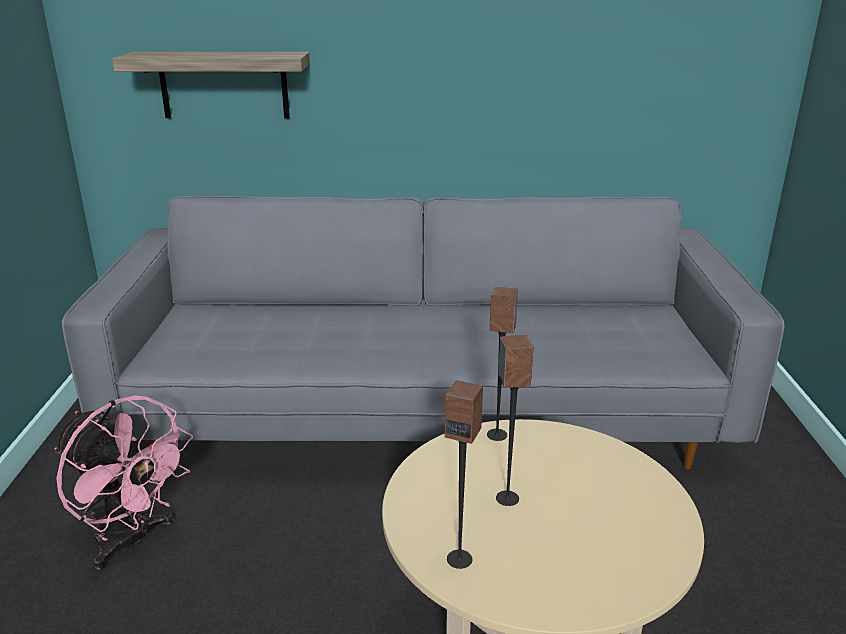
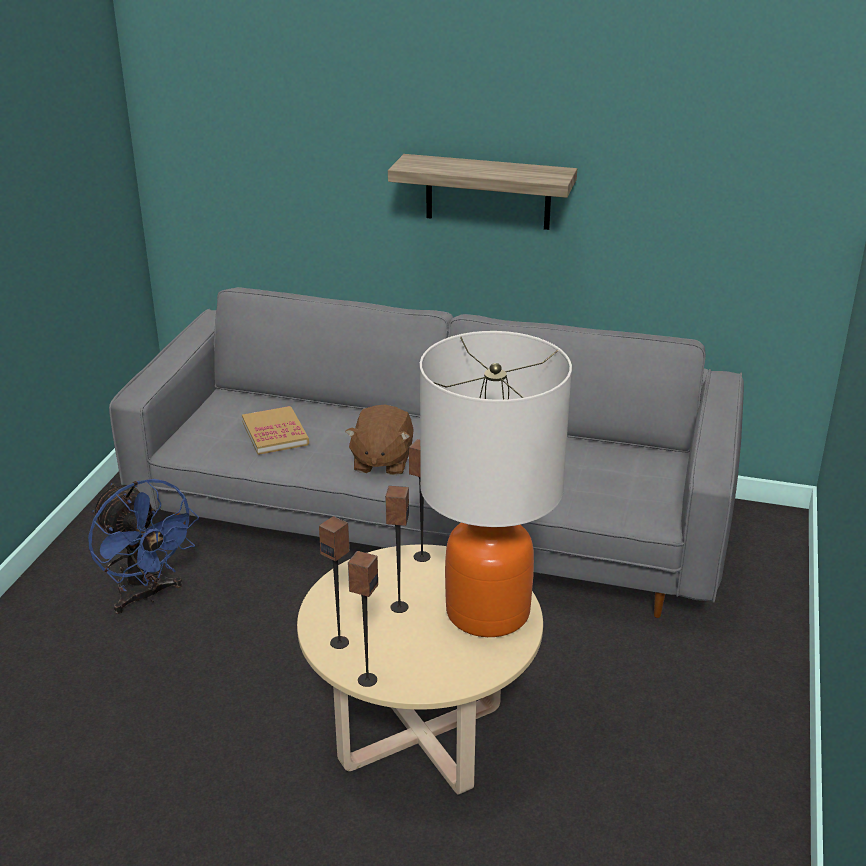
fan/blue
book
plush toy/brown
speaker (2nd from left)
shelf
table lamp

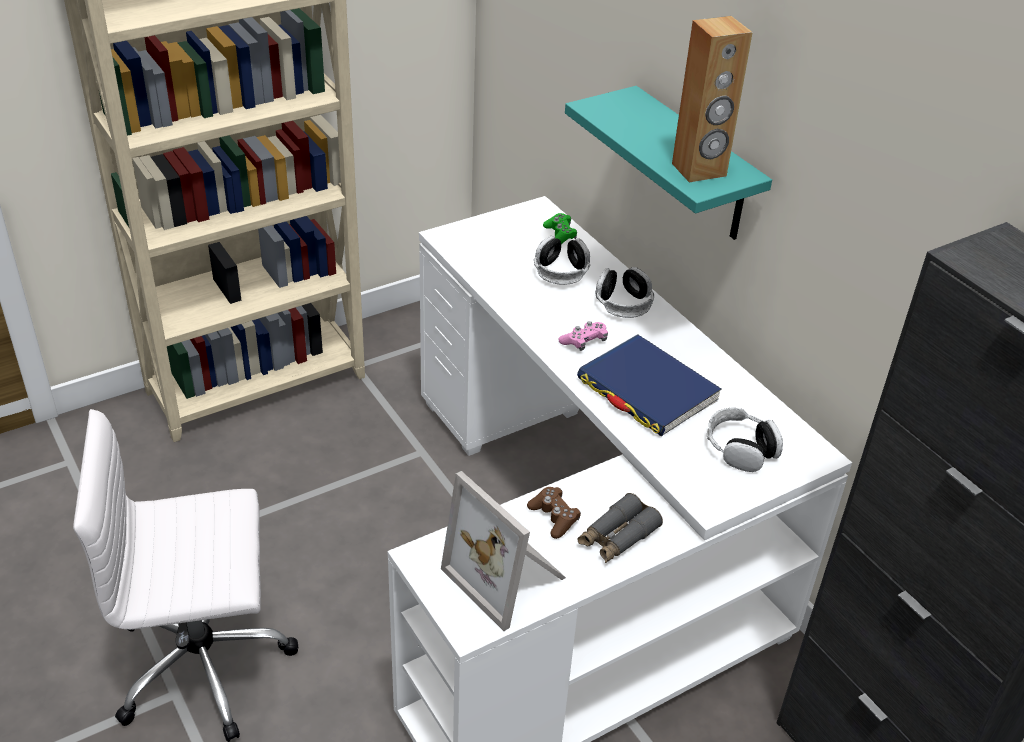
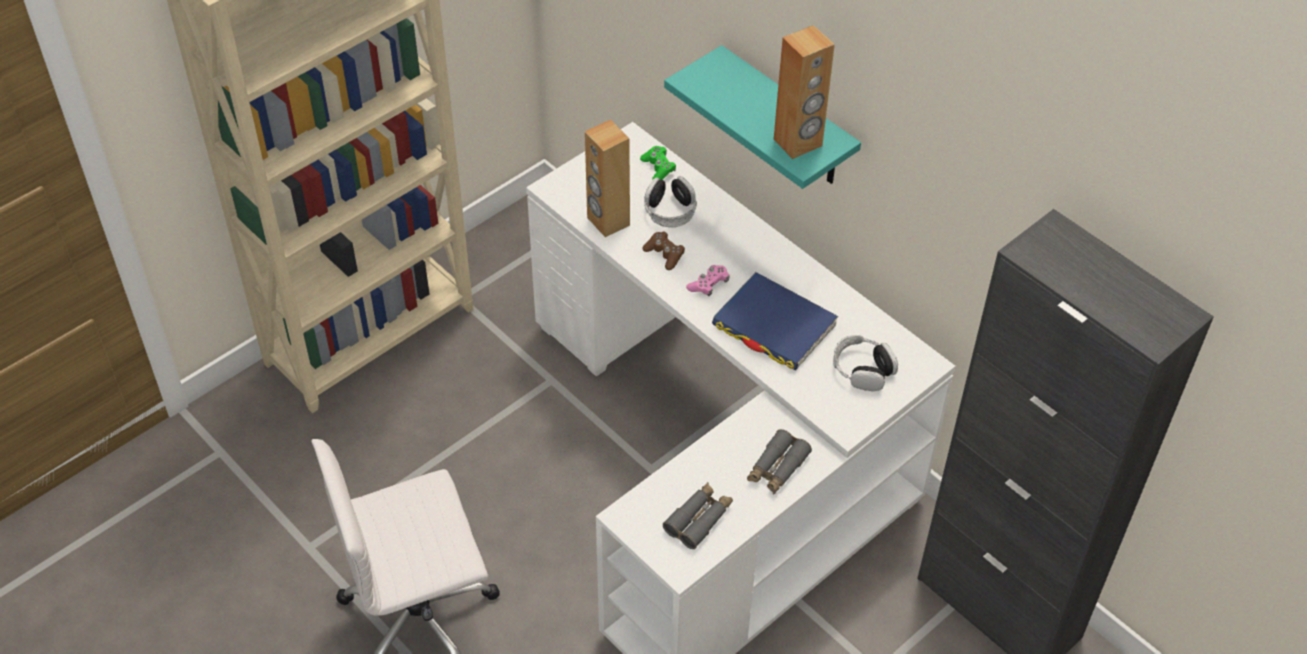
speaker/brown (1st from left)
game controller/brown
binoculars/grey (1st from left)
headphones (2nd from left in the first image)

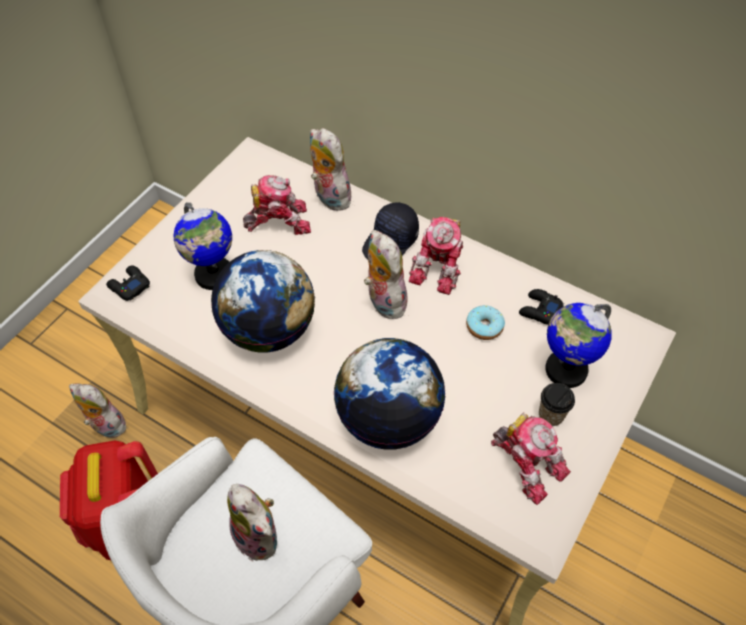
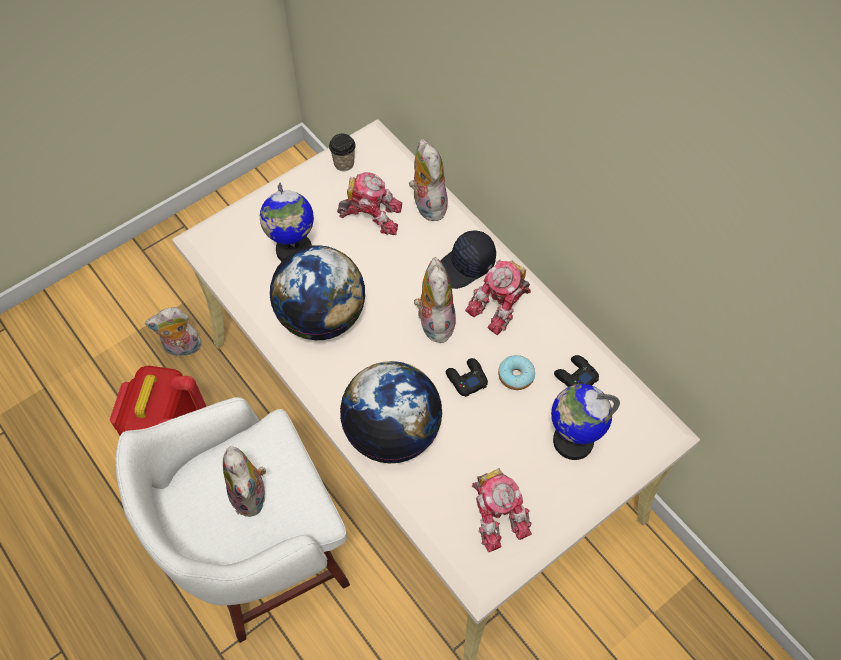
plush toy (1st from left)
cup
game controller/black (1st from left)

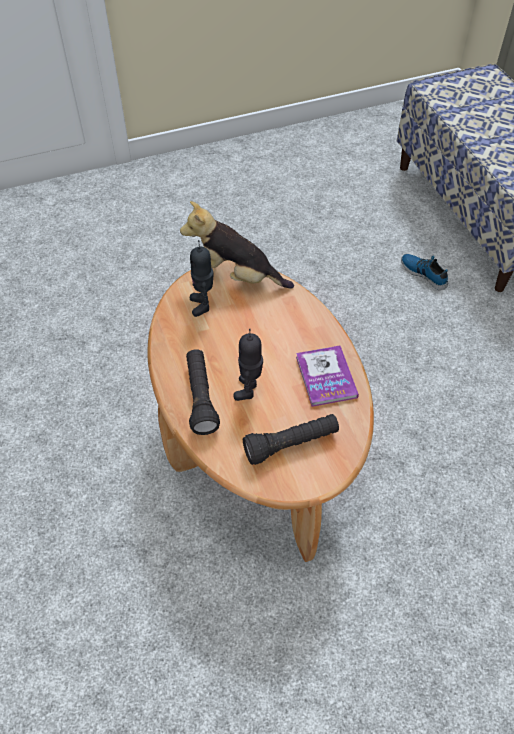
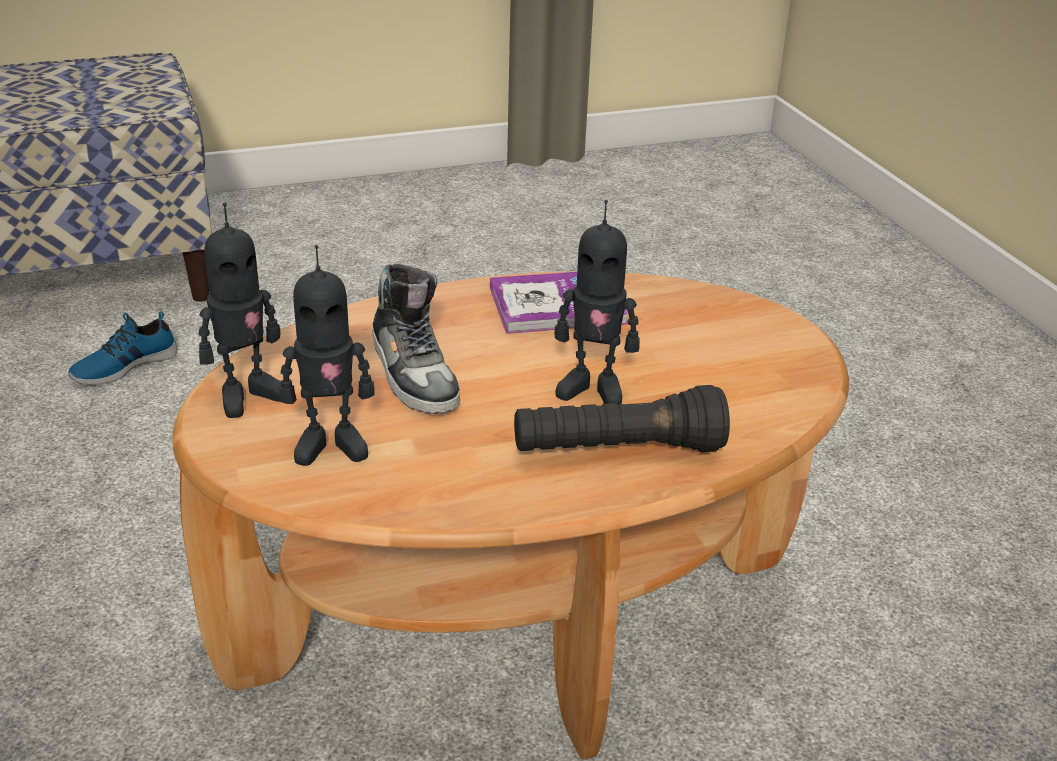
toy robot (1st from left)
shoe (2nd from left)
flashlight/black (2nd from left in the first image)

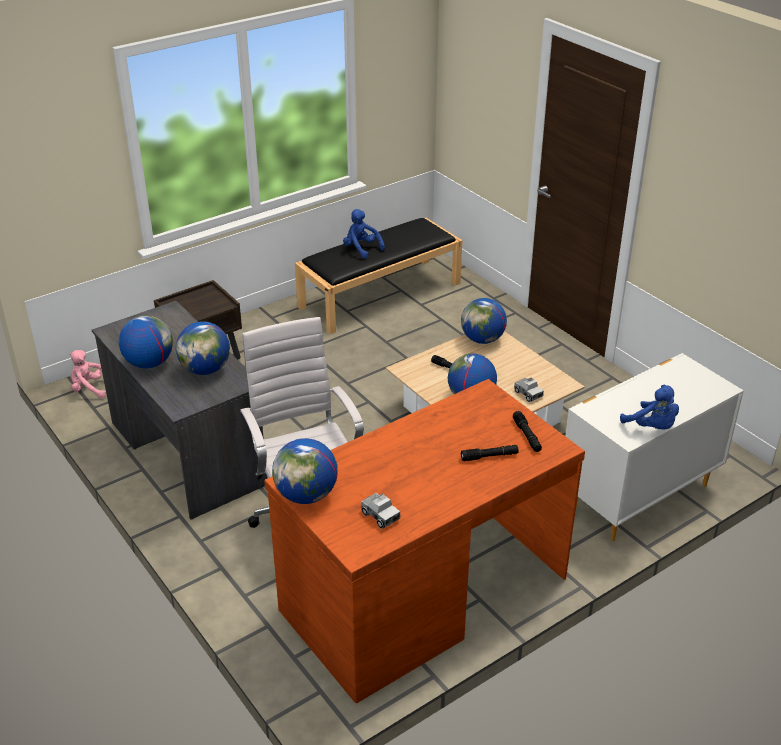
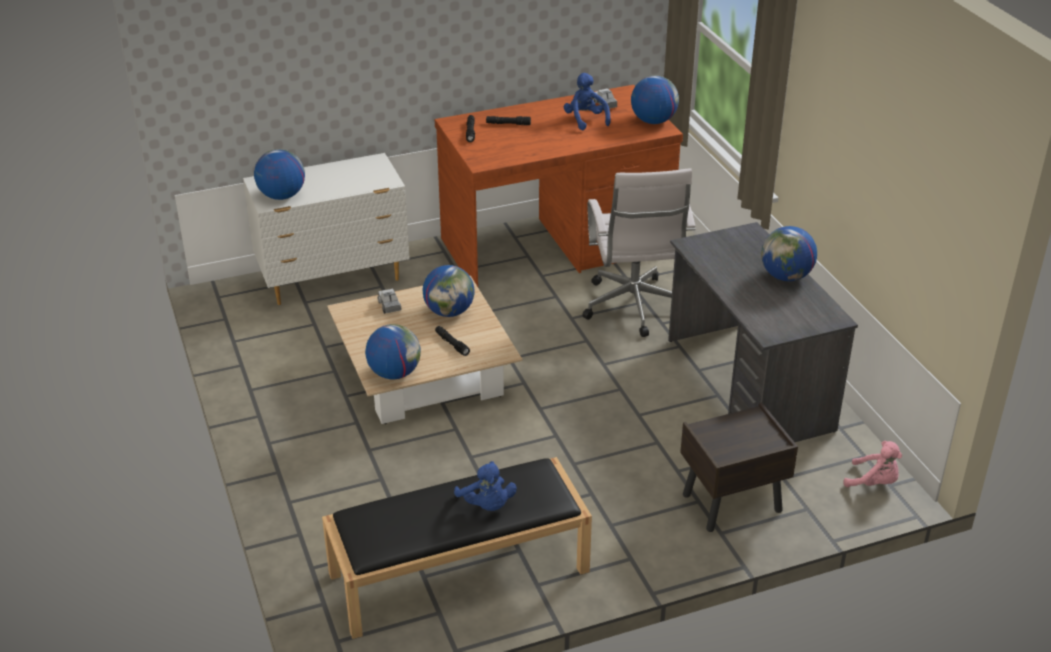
globe (1st from left)
plush toy/blue (2nd from left)

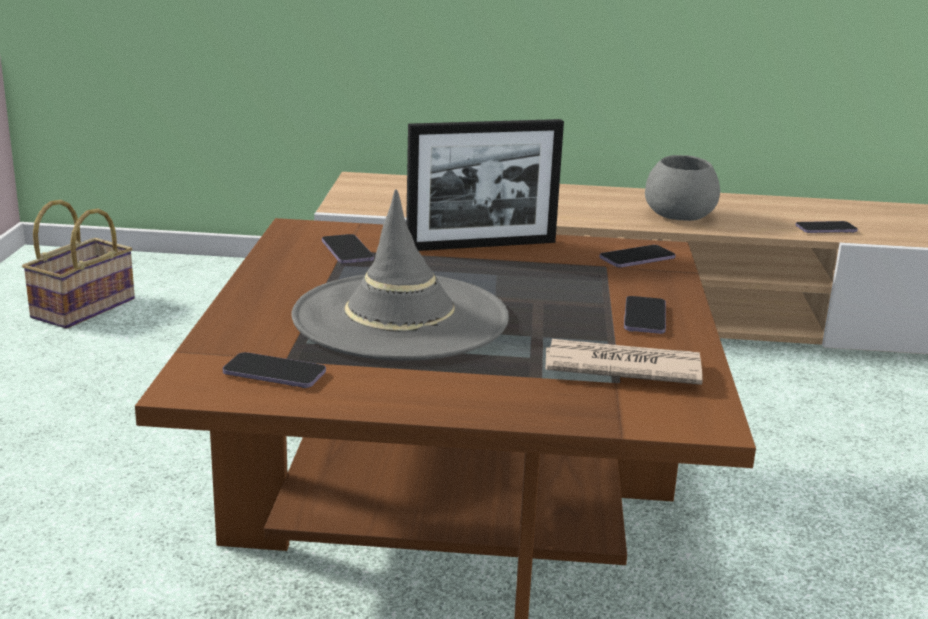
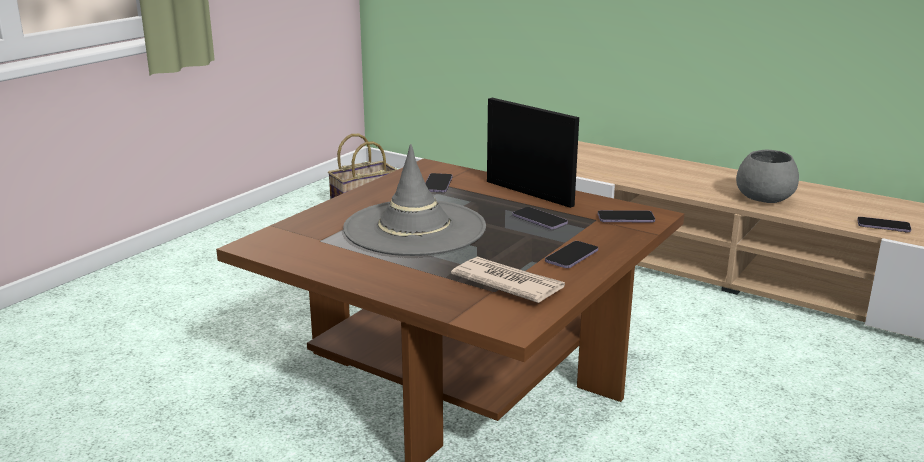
picture frame
phone (2nd from left)

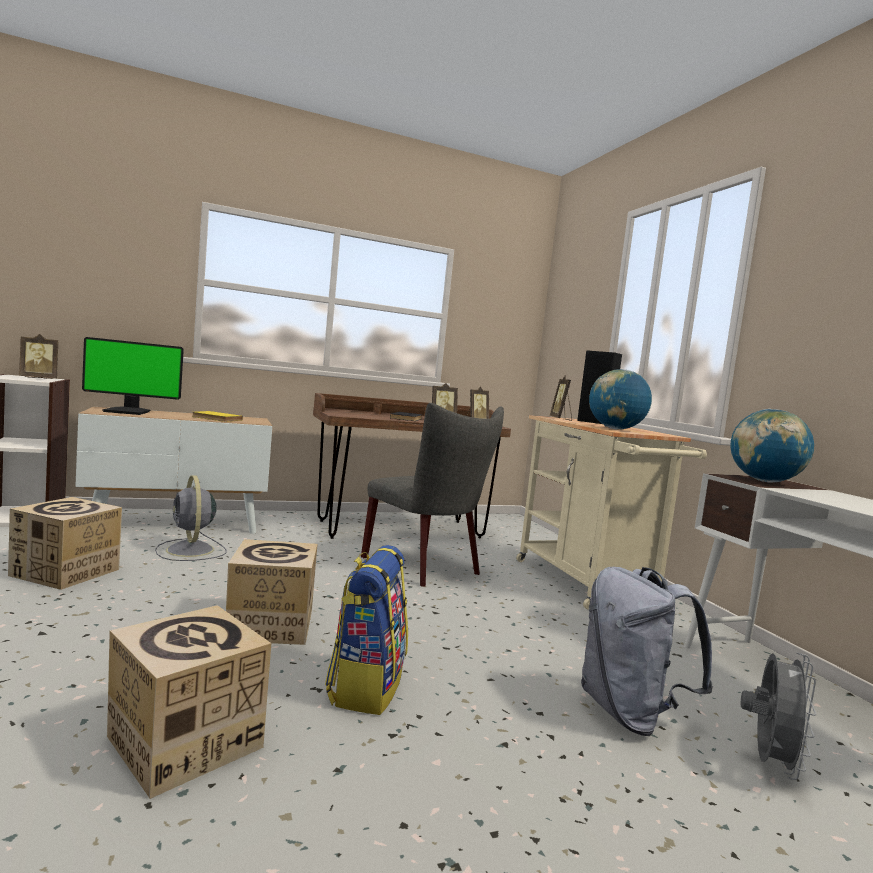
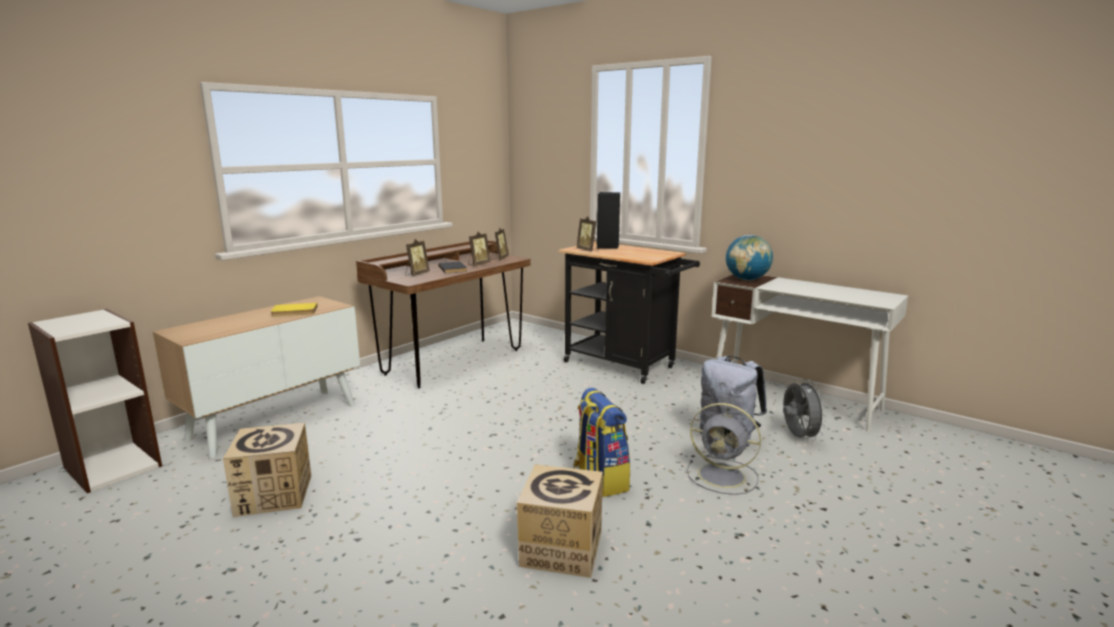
picture frame (1st from left)
cart/black
fan/grey (1st from left)
monitor
cardboard box (3rd from left in the first image)
chair/grey
globe (1st from left in the first image)

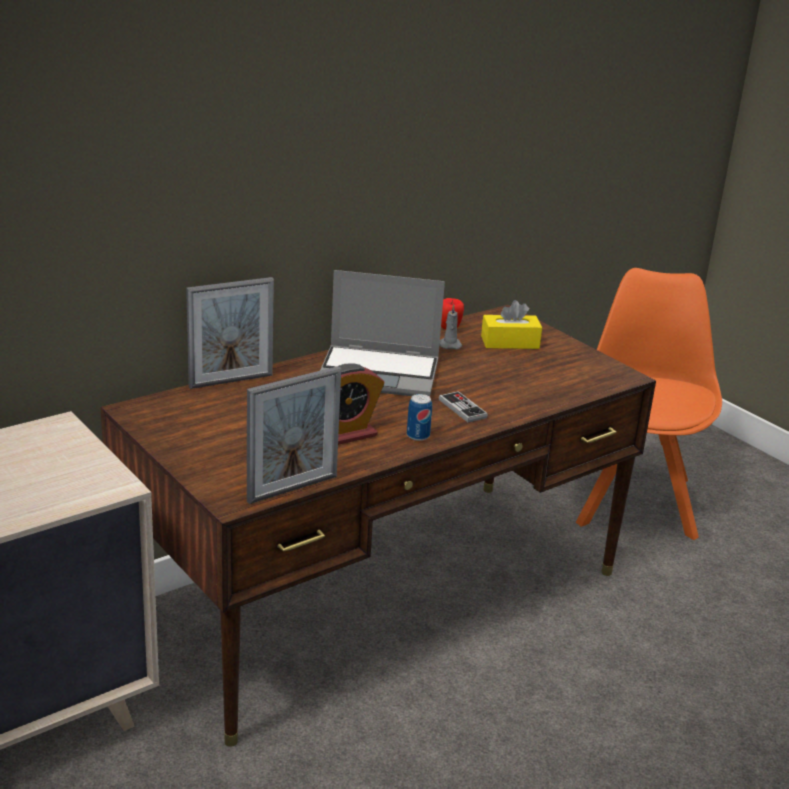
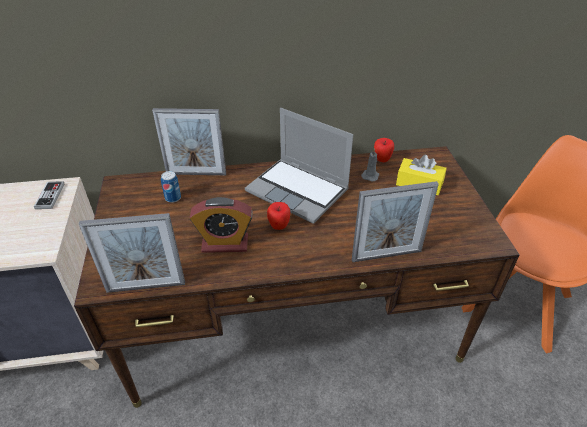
game controller
can
apple (1st from left)
picture frame (3rd from left)

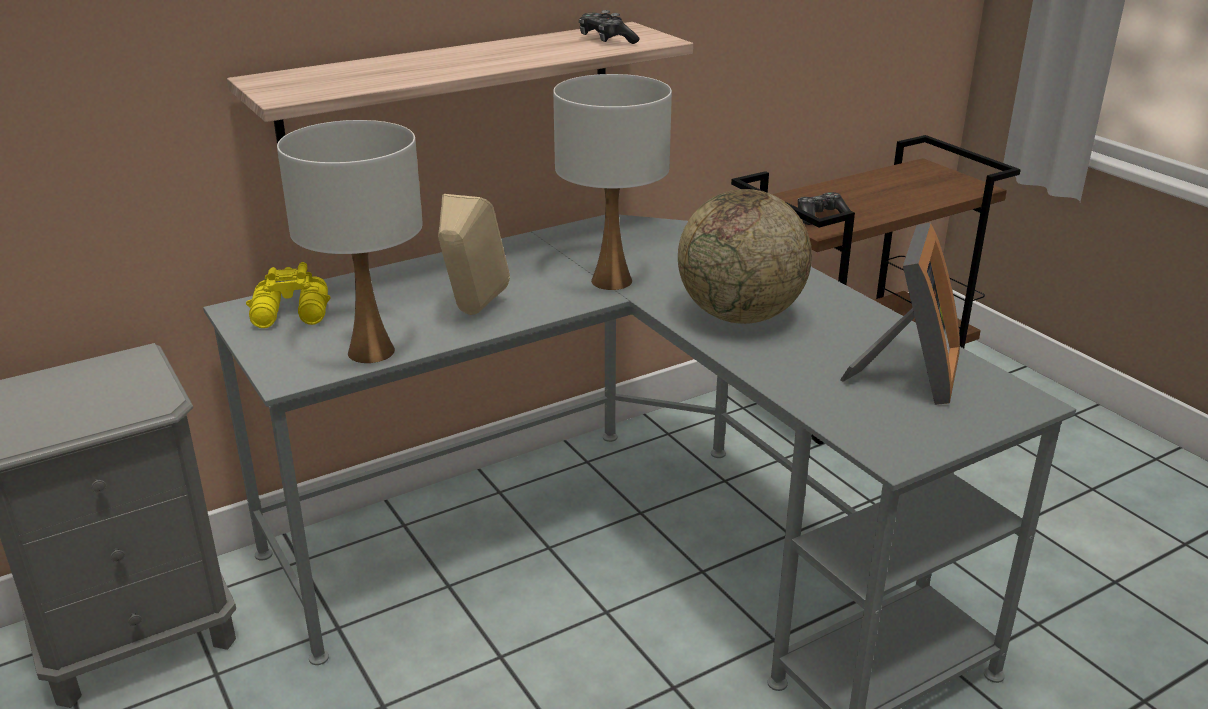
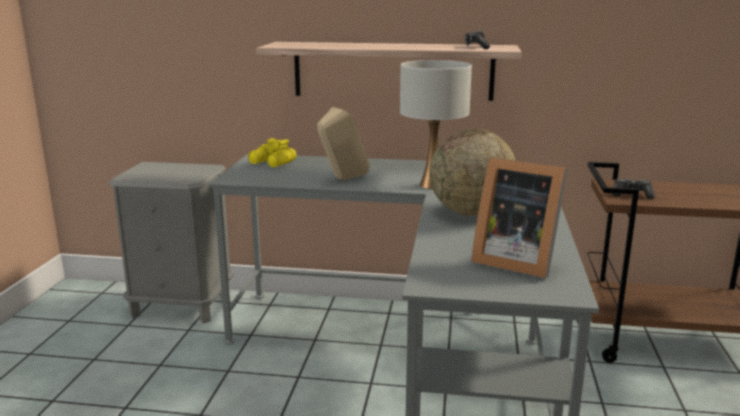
picture frame
table lamp/white (1st from left in the first image)

